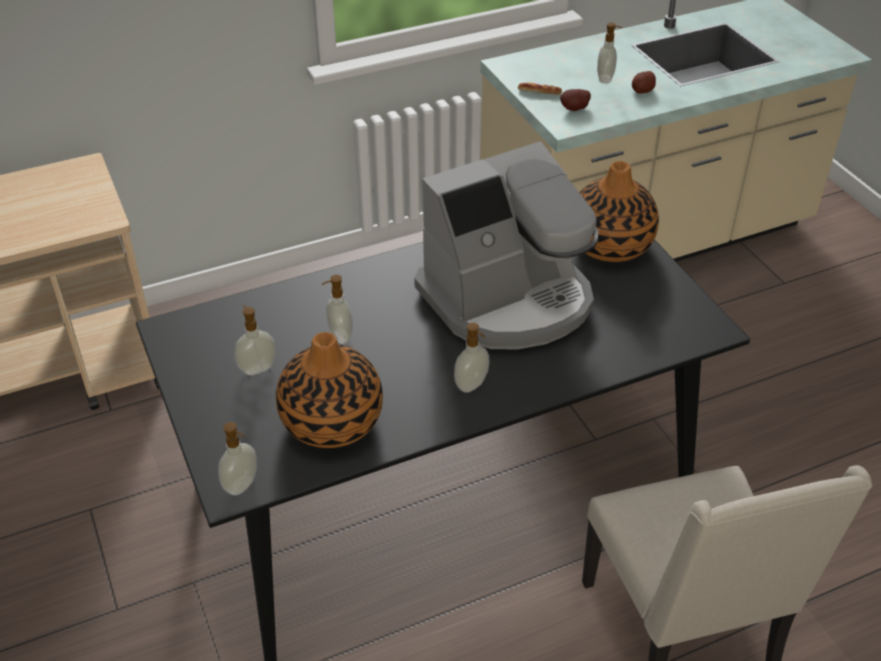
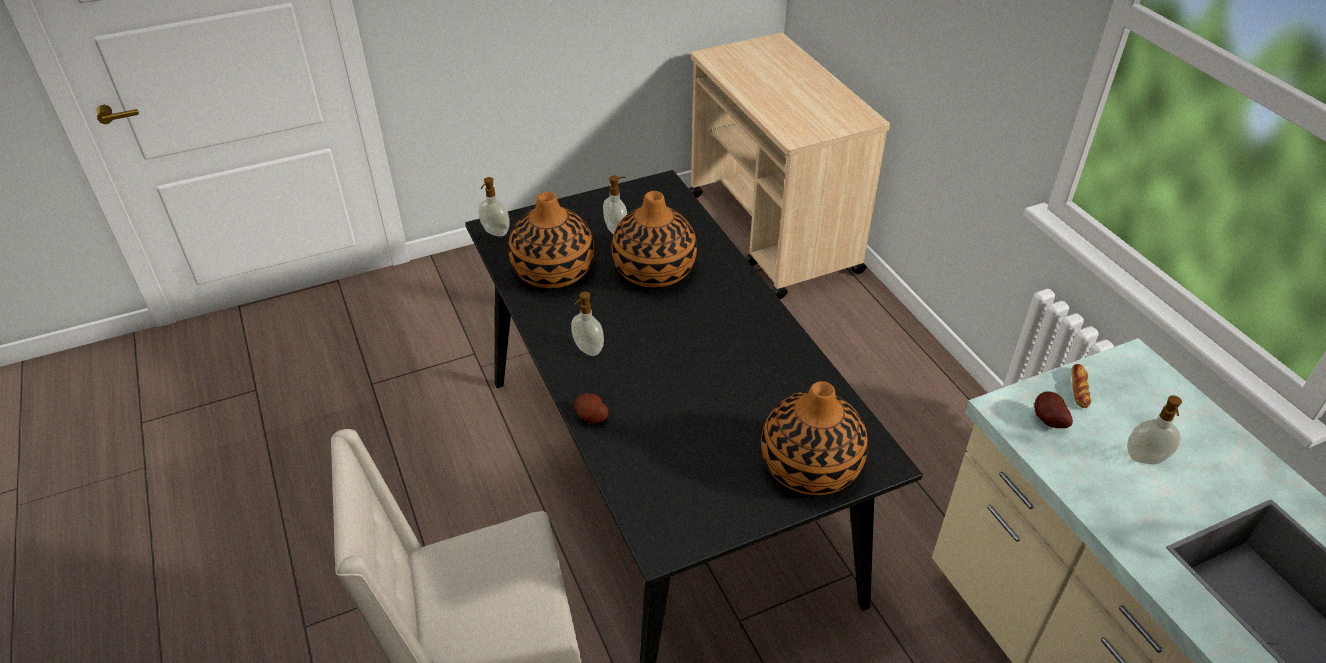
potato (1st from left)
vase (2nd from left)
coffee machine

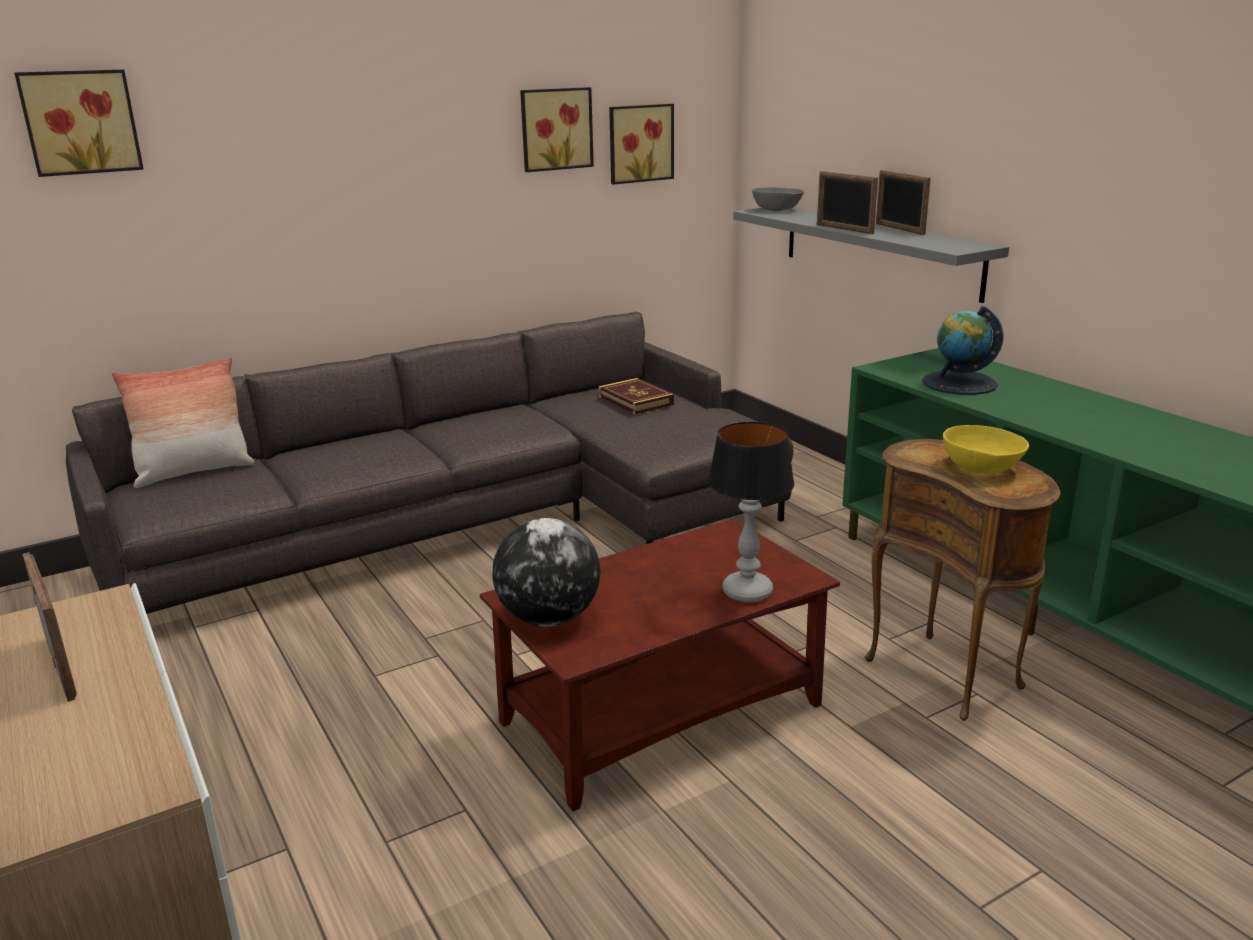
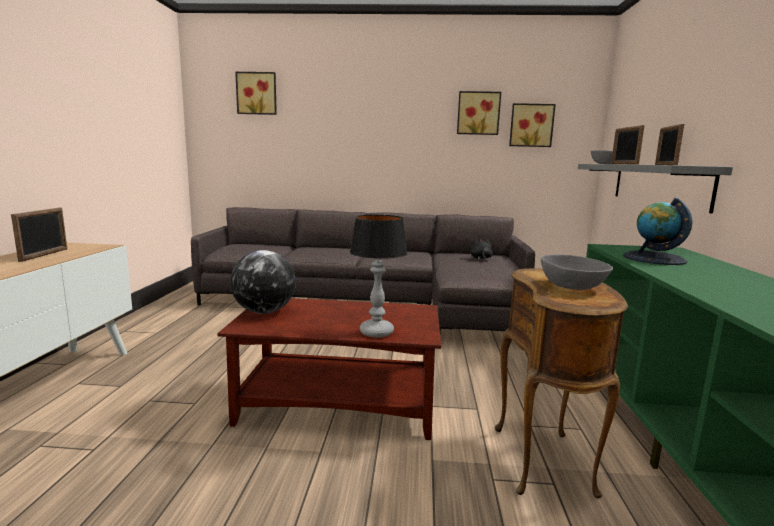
plush toy/black
bowl/grey (1st from left)
pillow

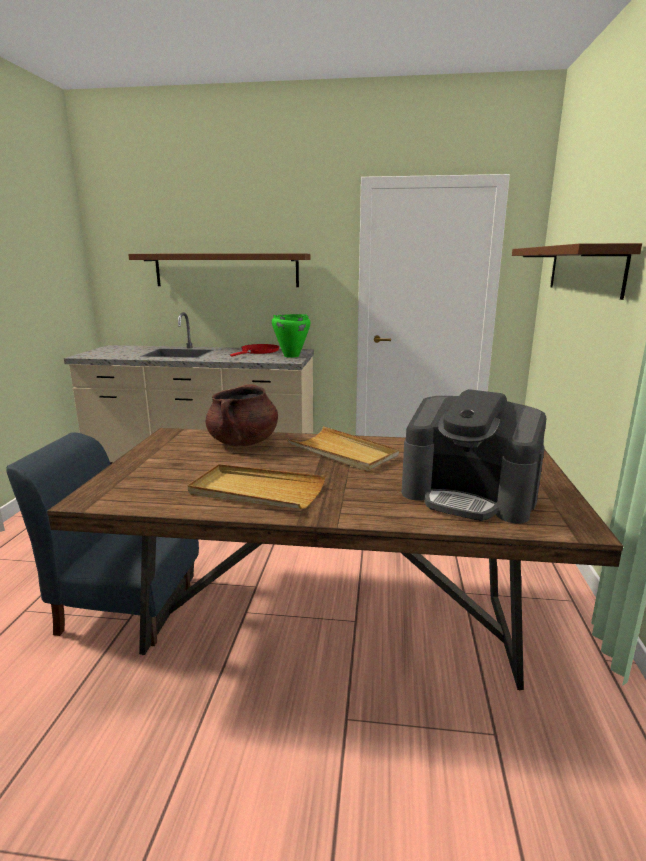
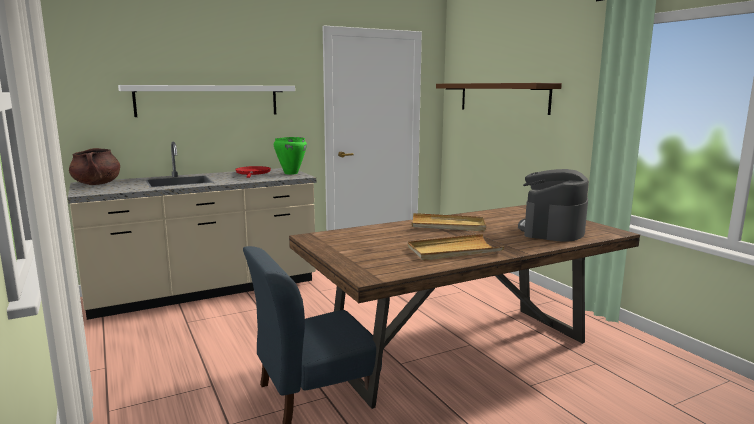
cooking pot/brown
shelf/white
coffee machine

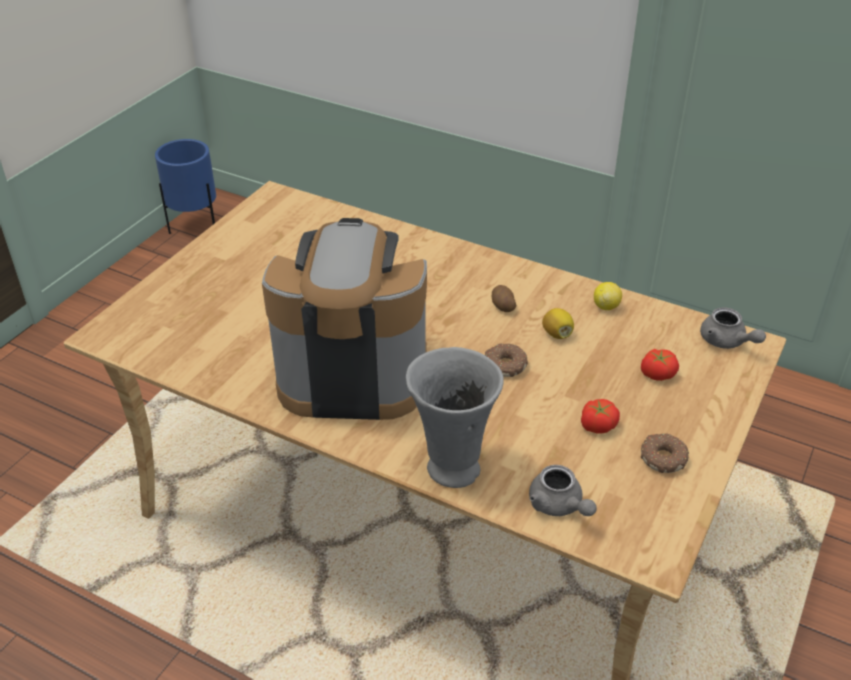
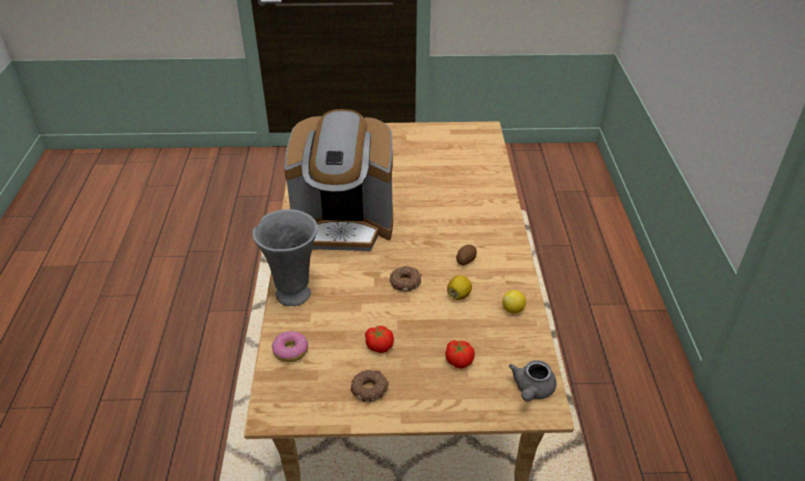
donut (1st from left)
coffee machine
planter/blue

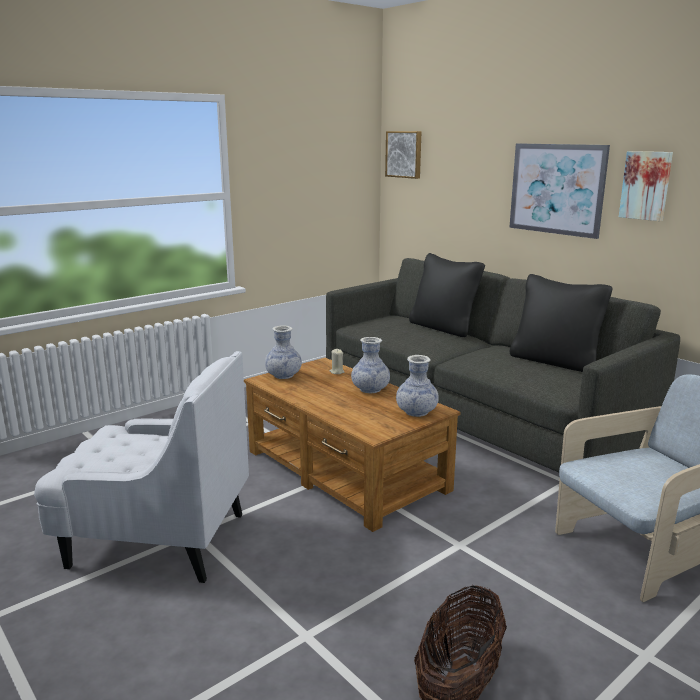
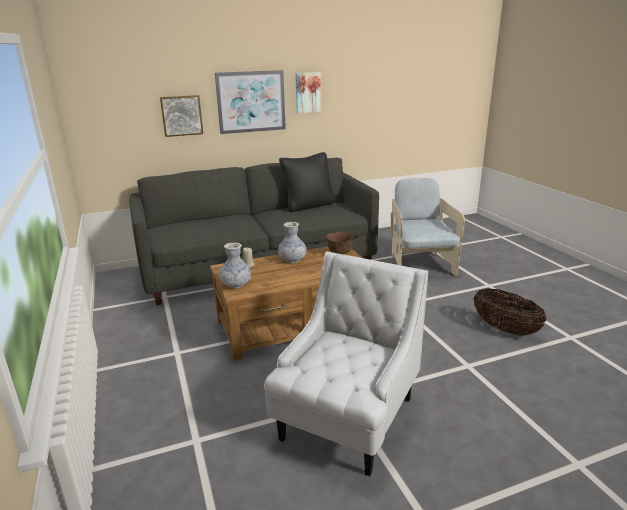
picture (1st from left)
bowl/brown
pillow/black (1st from left in the first image)

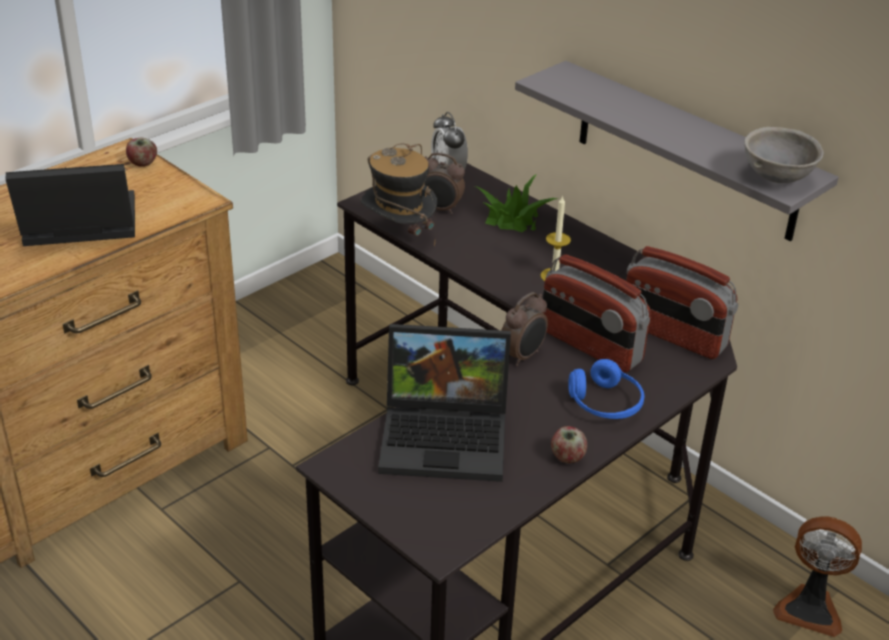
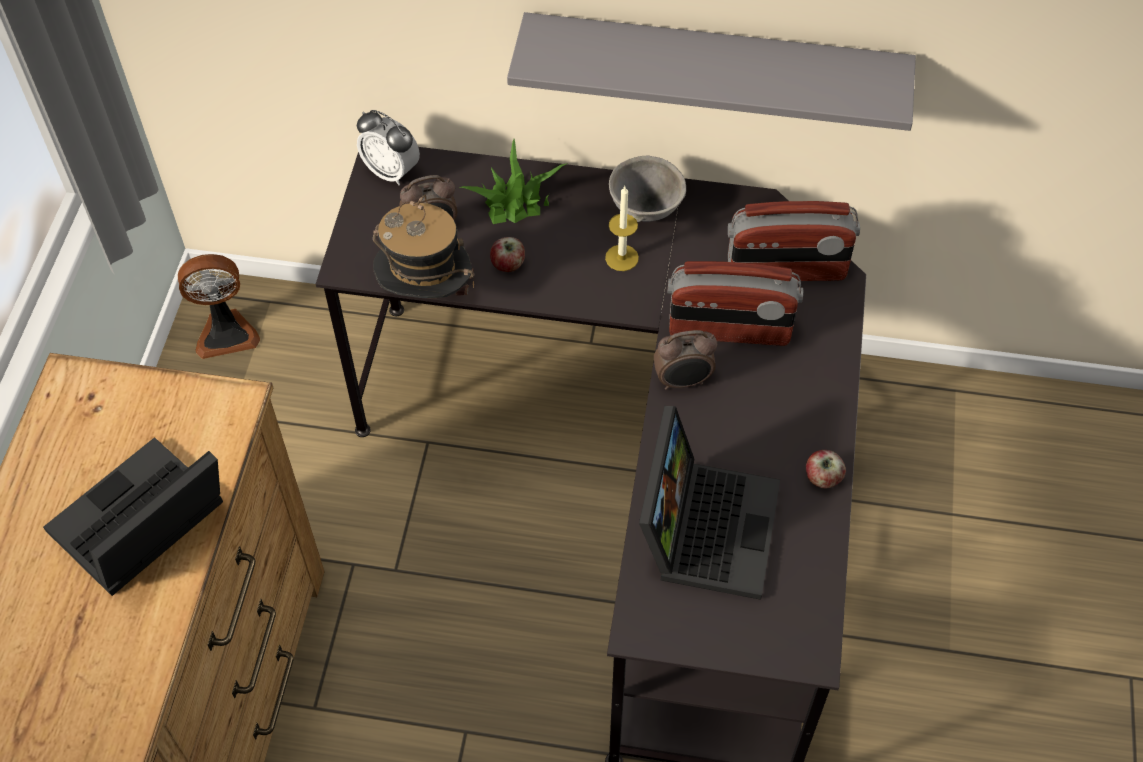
fan
apple (1st from left)
bowl/grey
laptop (2nd from left)
alarm clock (3rd from left)
headphones/blue

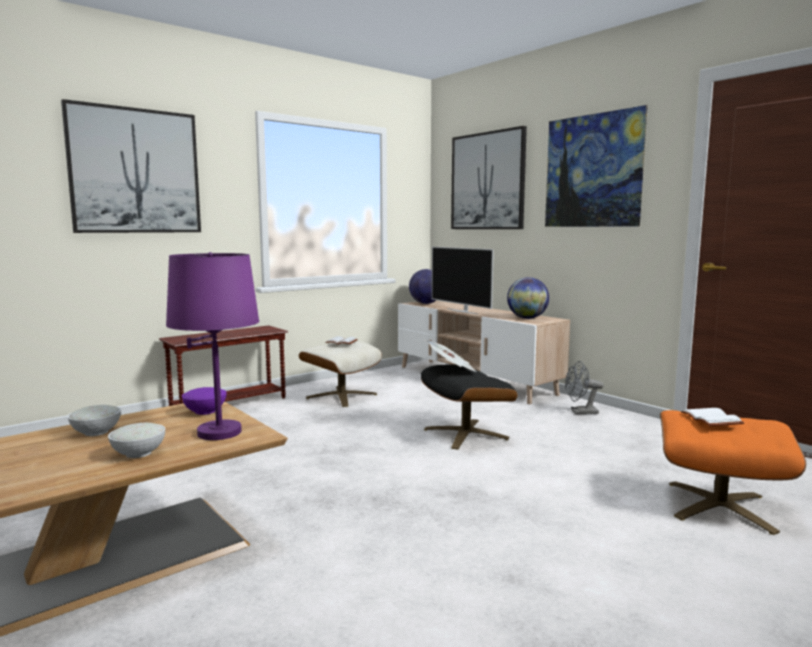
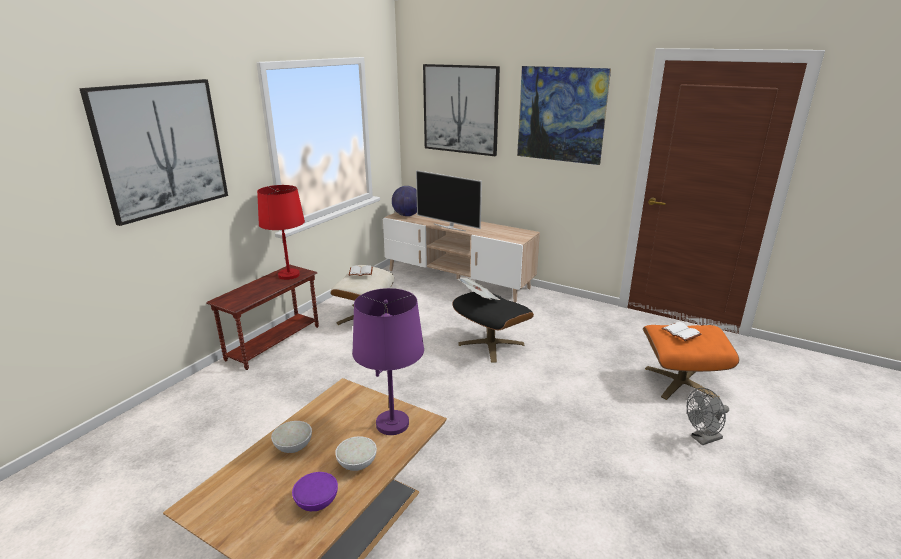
table lamp/red
bowl/purple
fan/grey
globe (2nd from left in the first image)

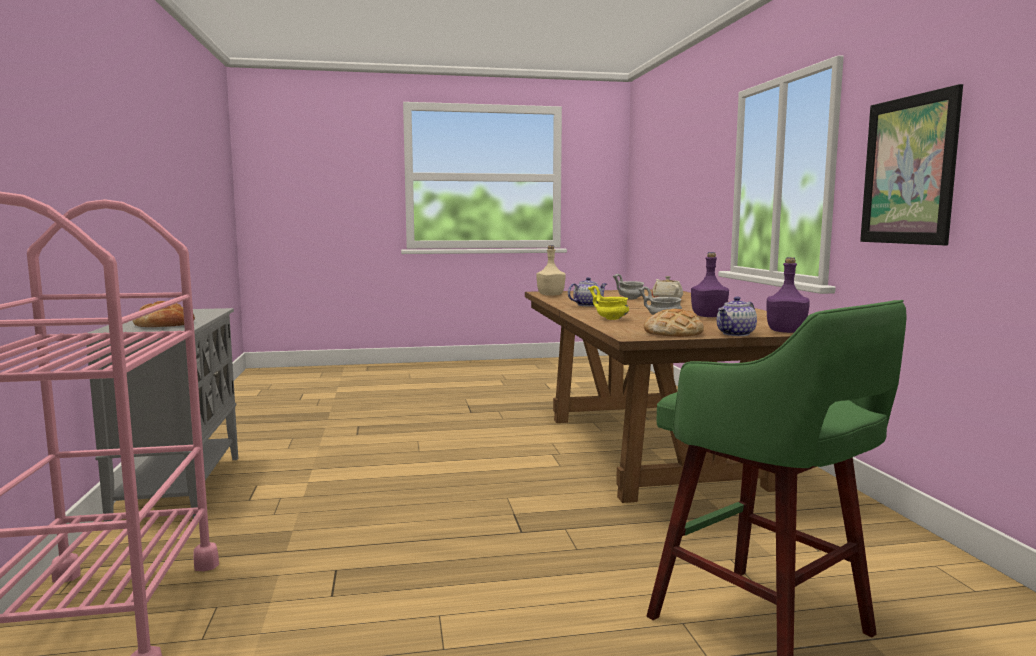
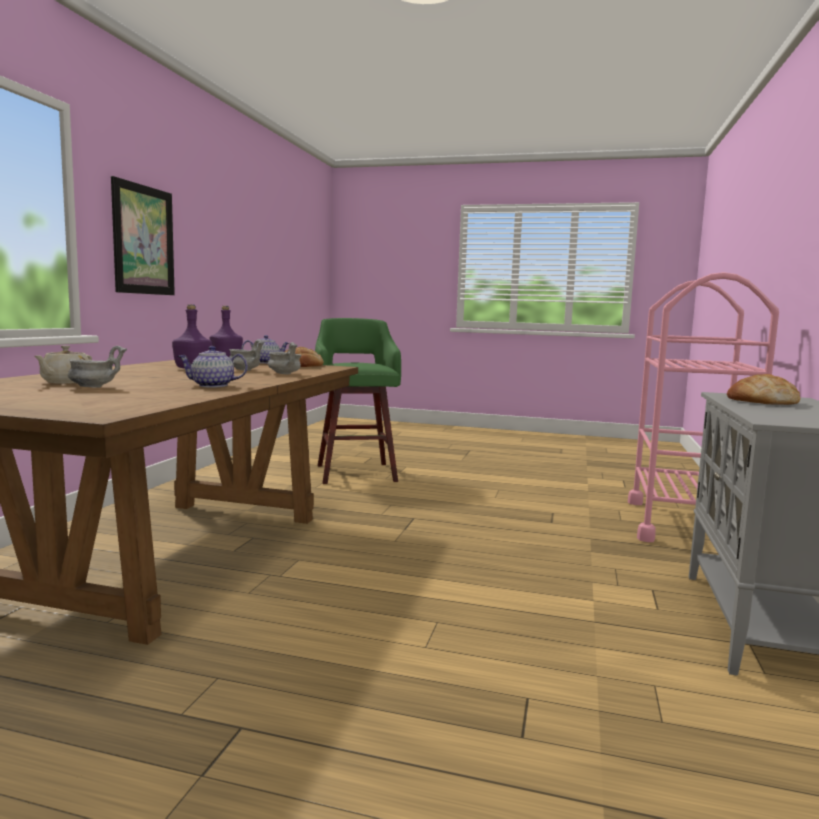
bowl/grey (3rd from left)
bottle/beige

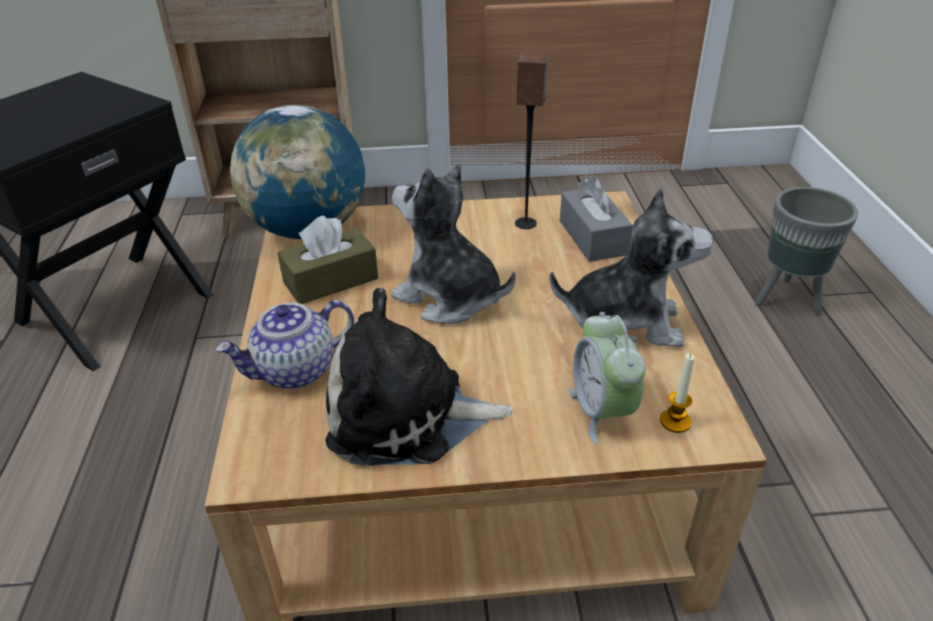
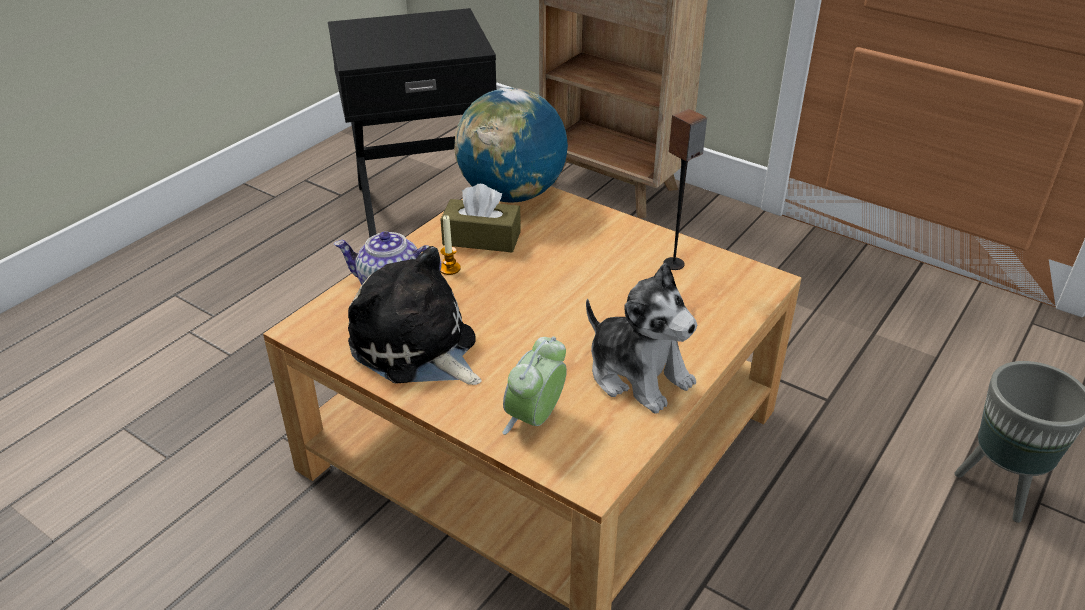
candle
plush toy (2nd from left in the first image)
tissue box/grey

